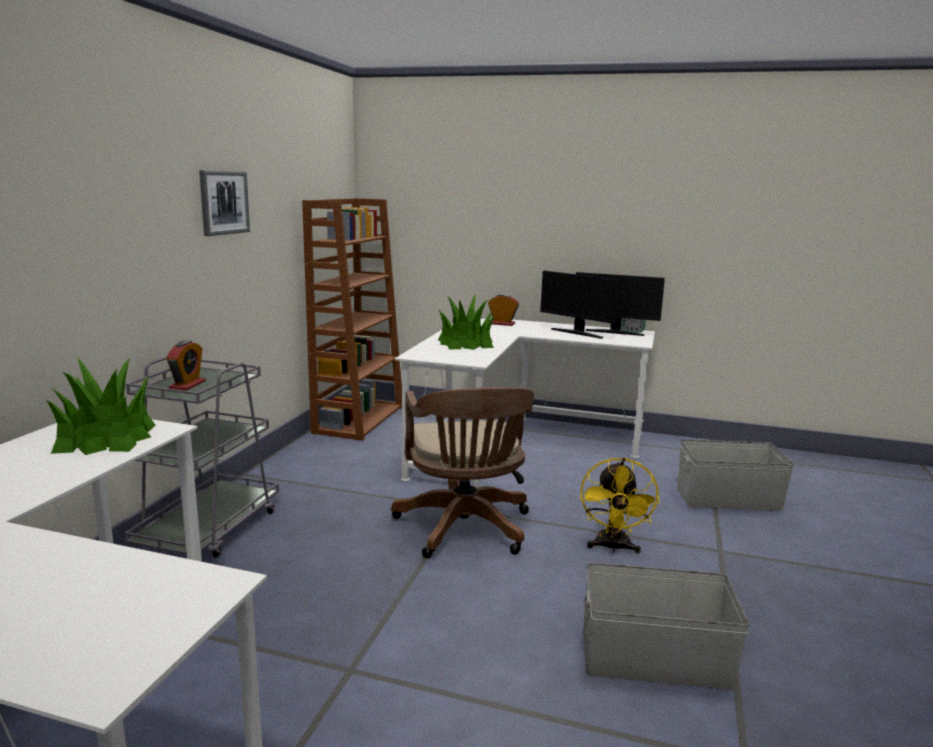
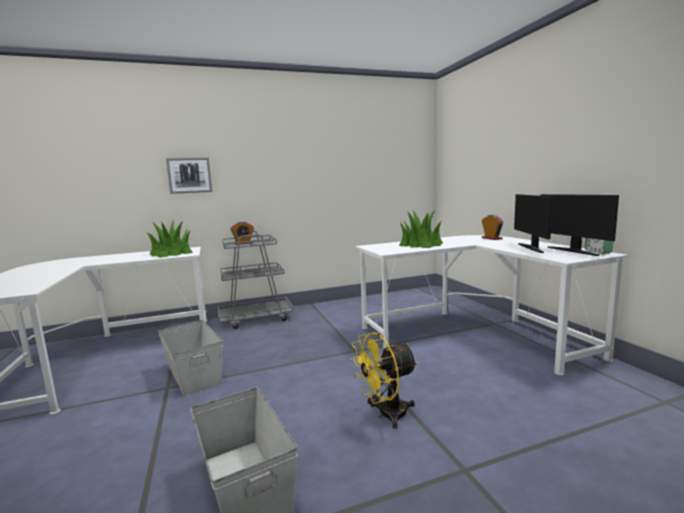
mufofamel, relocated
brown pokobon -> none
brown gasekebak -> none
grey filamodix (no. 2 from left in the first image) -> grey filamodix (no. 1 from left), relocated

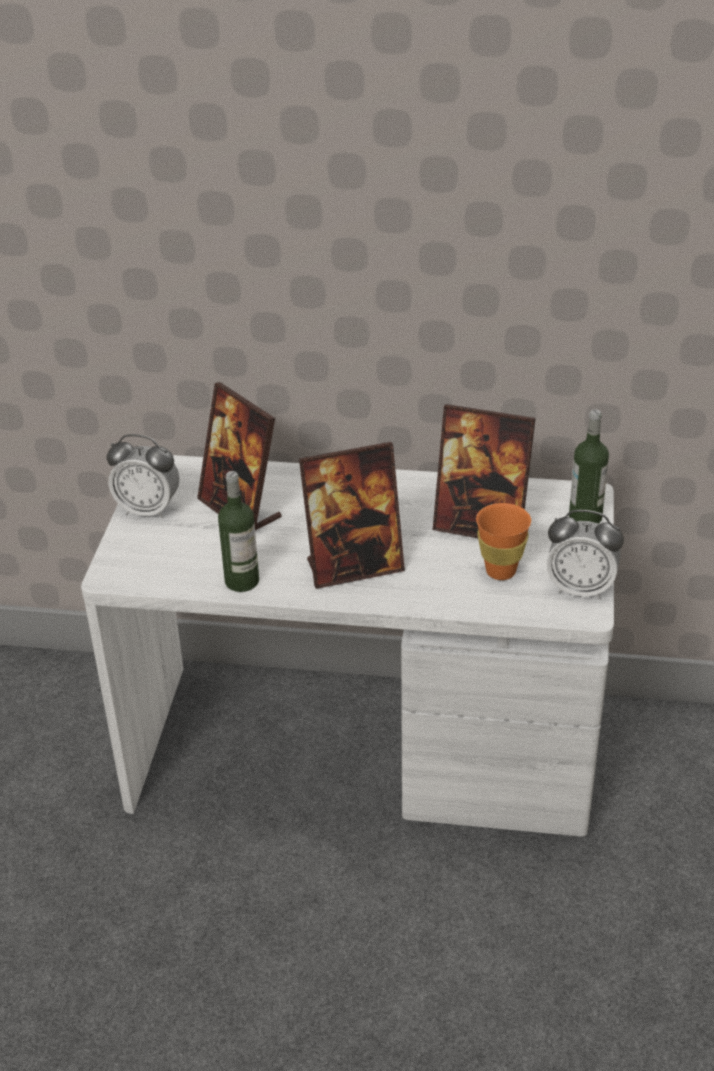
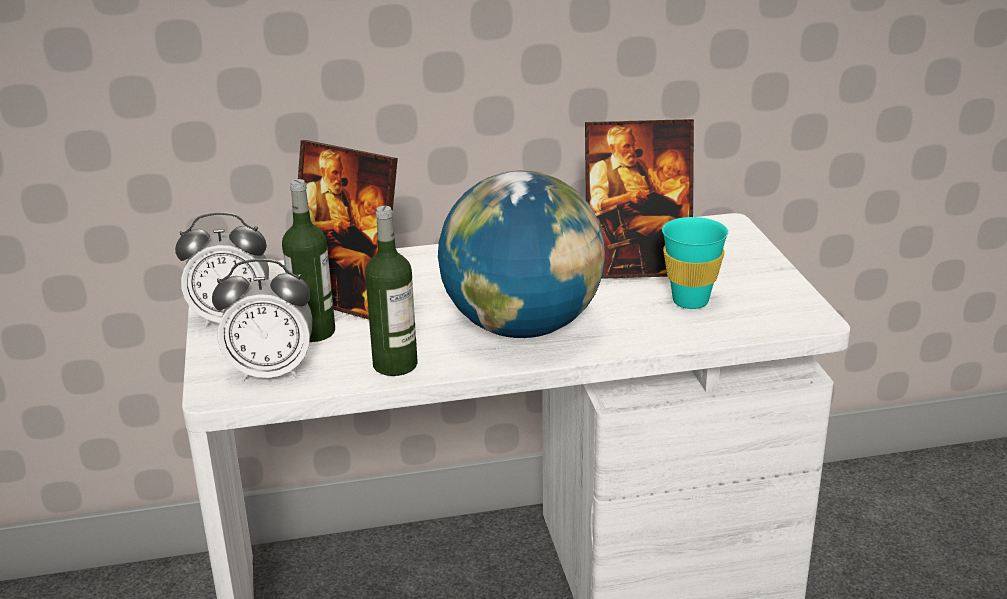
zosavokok (no. 2 from left in the first image) -> zosavokok (no. 1 from left), relocated
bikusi (no. 2 from left) -> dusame
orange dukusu -> turquoise dukusu
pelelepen (no. 2 from left), relocated

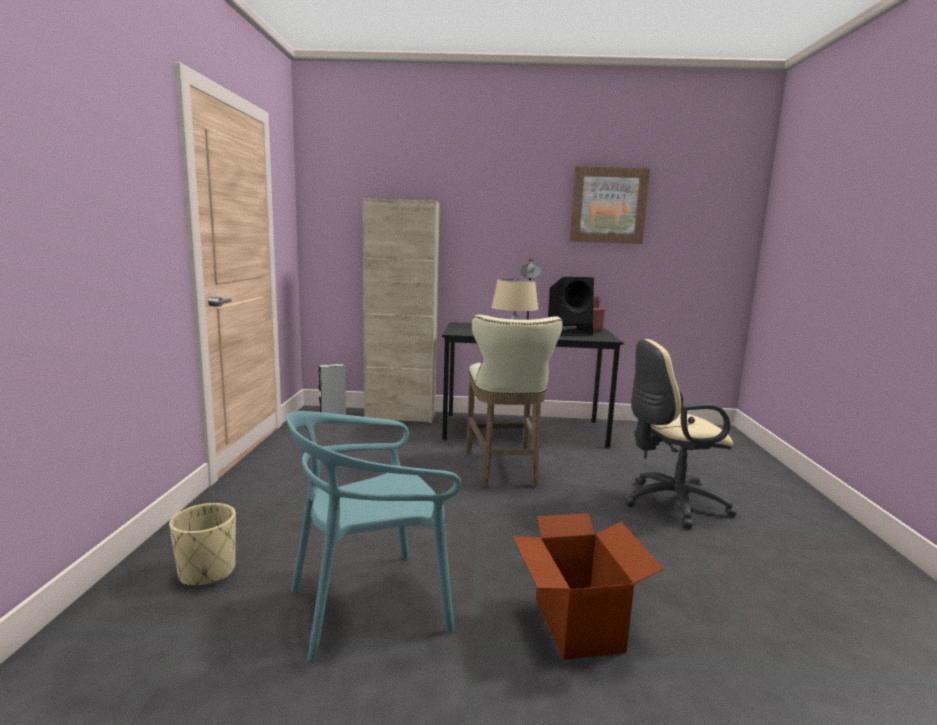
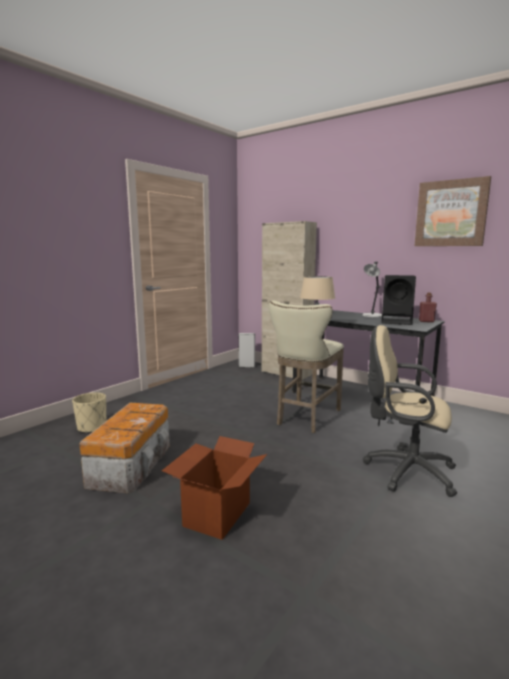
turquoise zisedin -> filamodix

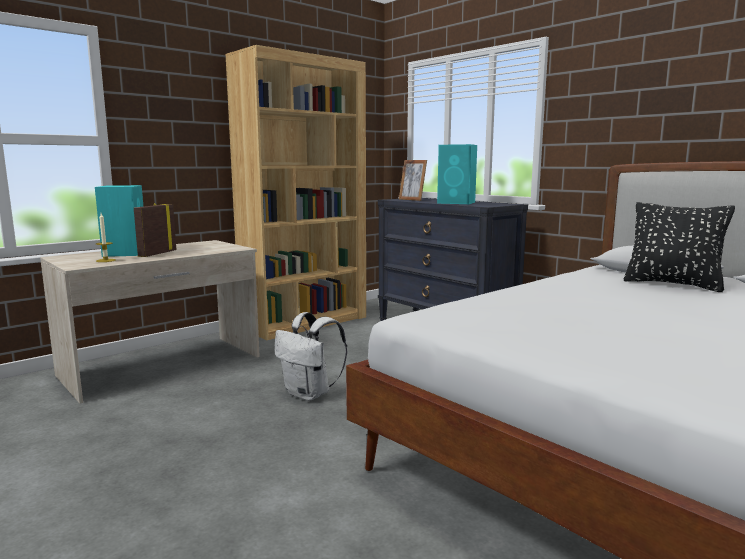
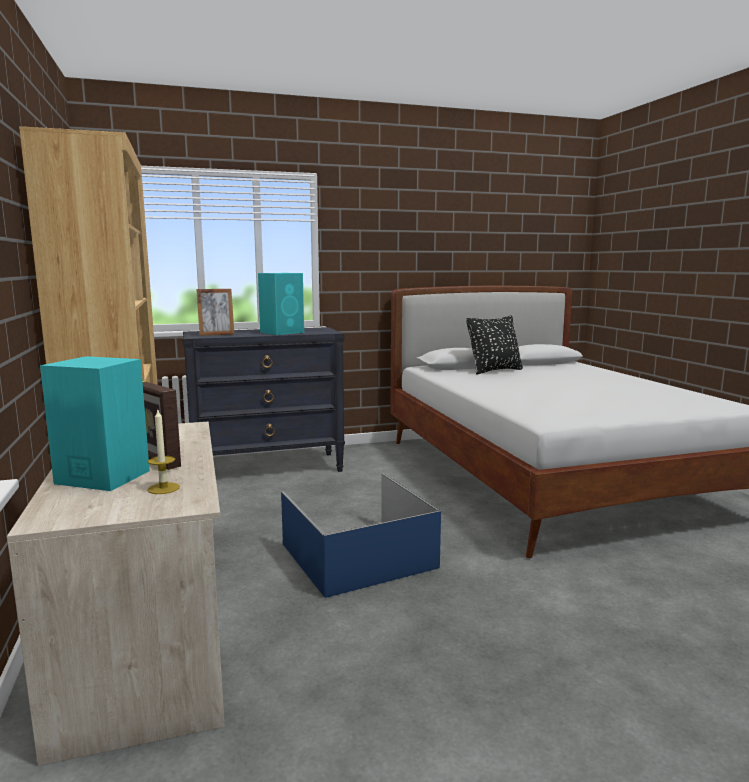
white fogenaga -> blue filamodix

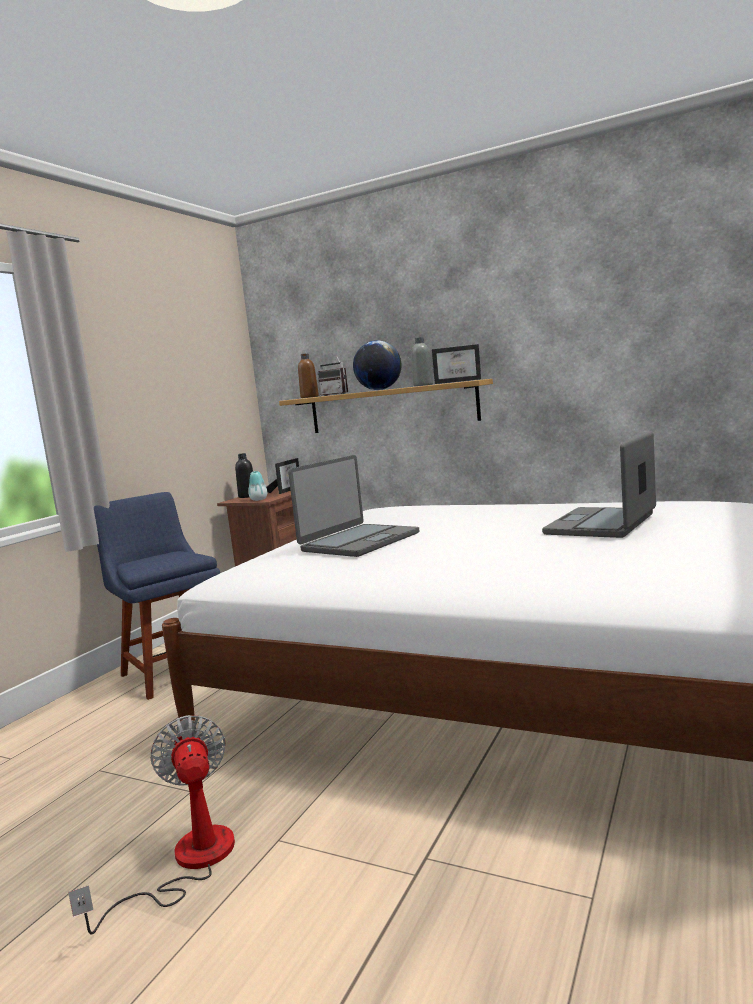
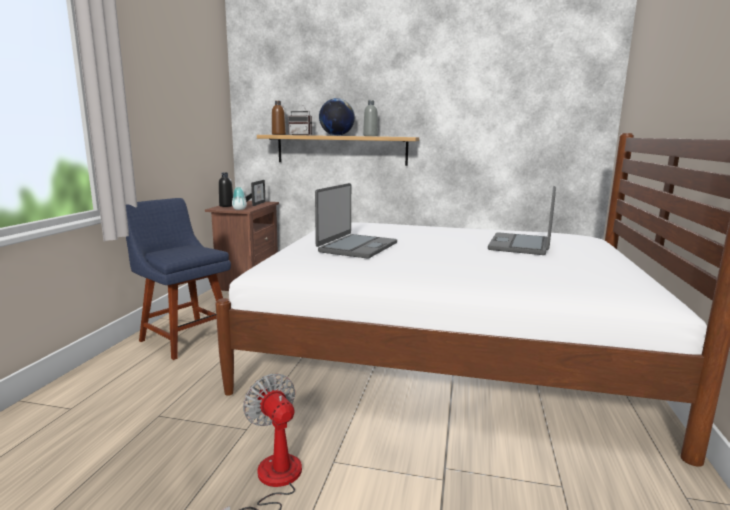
bikusi (no. 2 from left) -> none

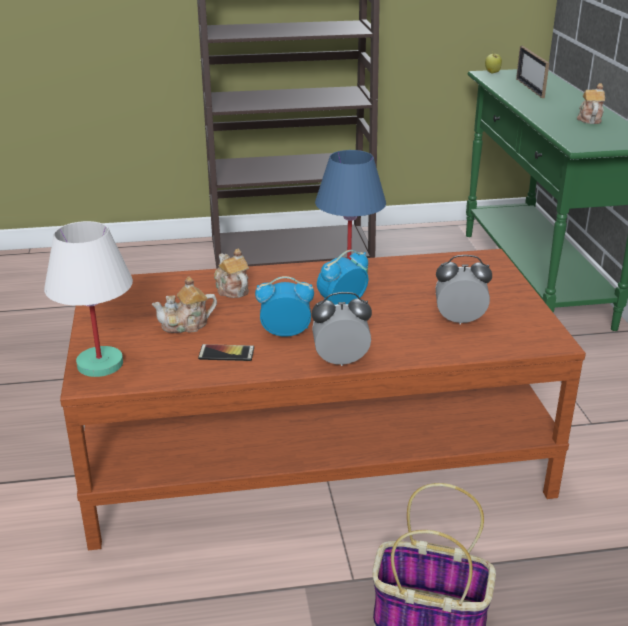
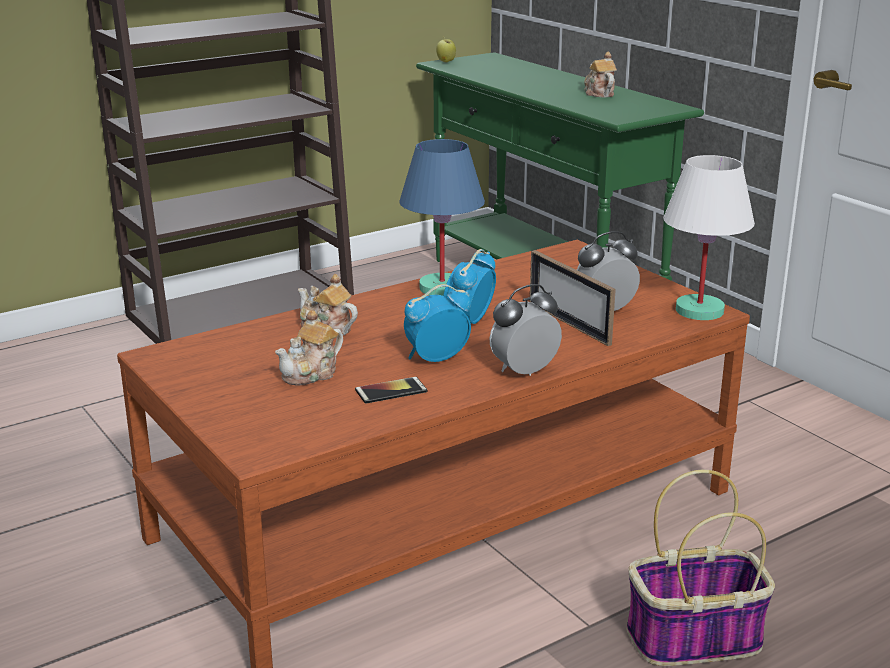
bikusi, relocated
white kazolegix, relocated

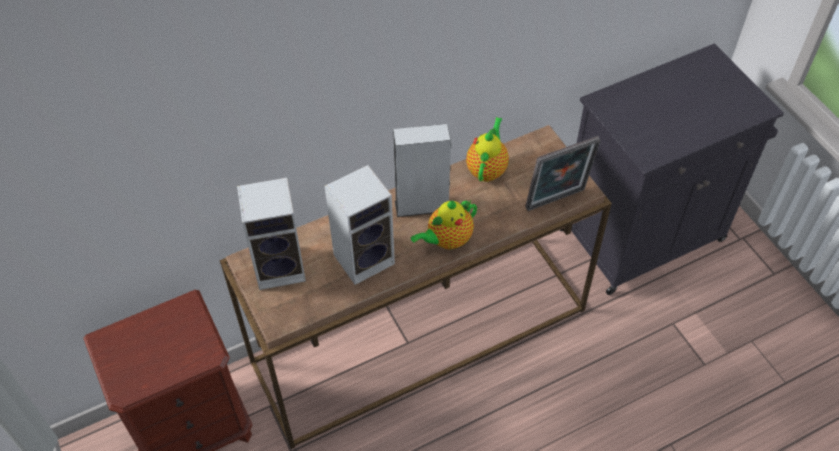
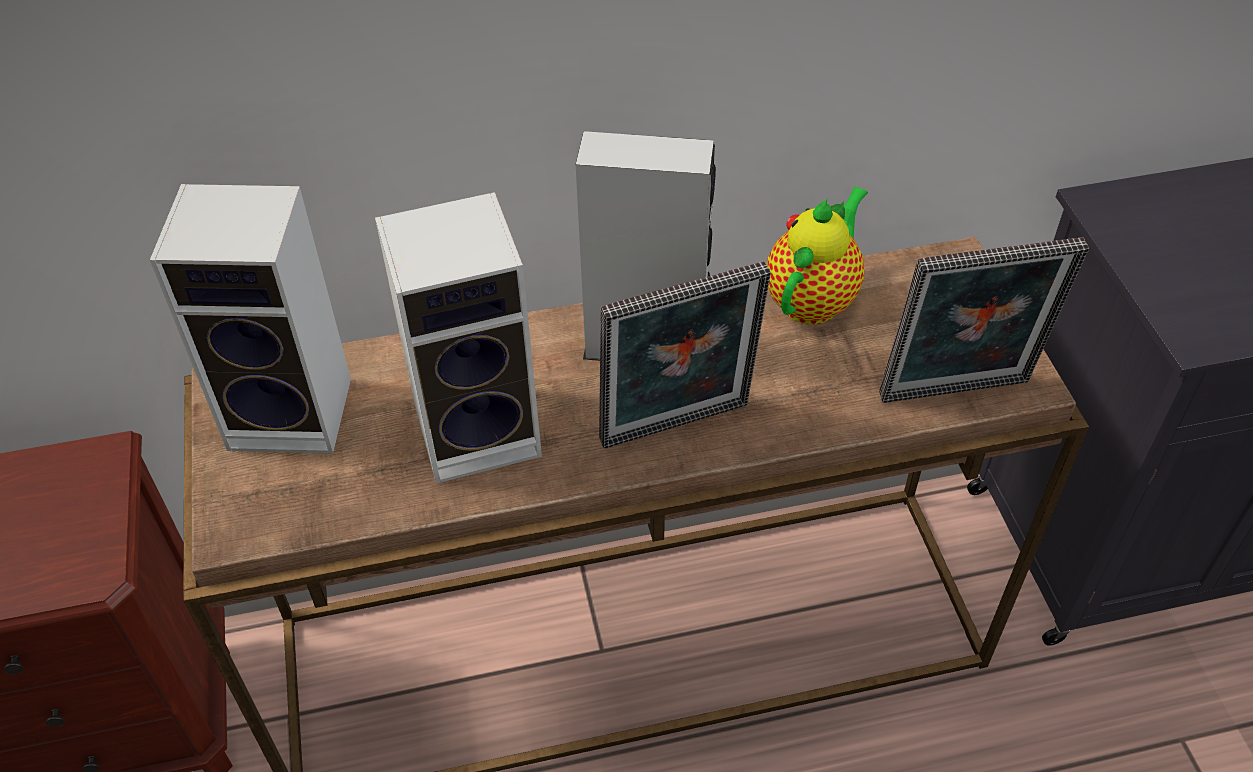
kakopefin (no. 1 from left) -> bikusi (no. 1 from left)

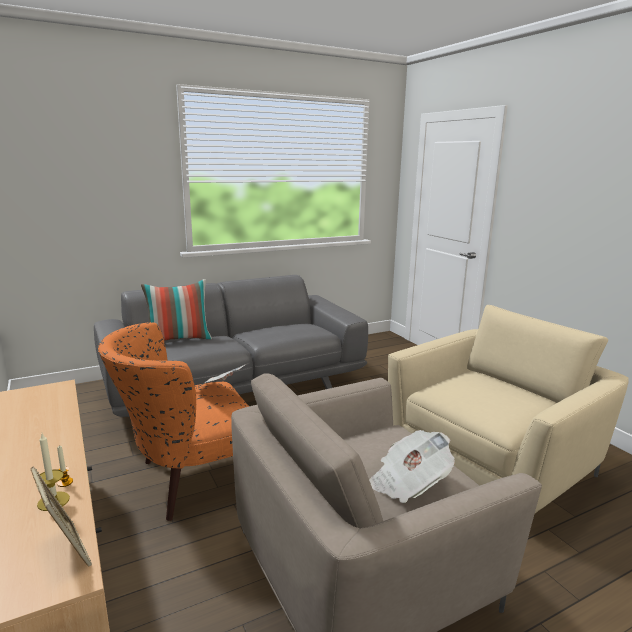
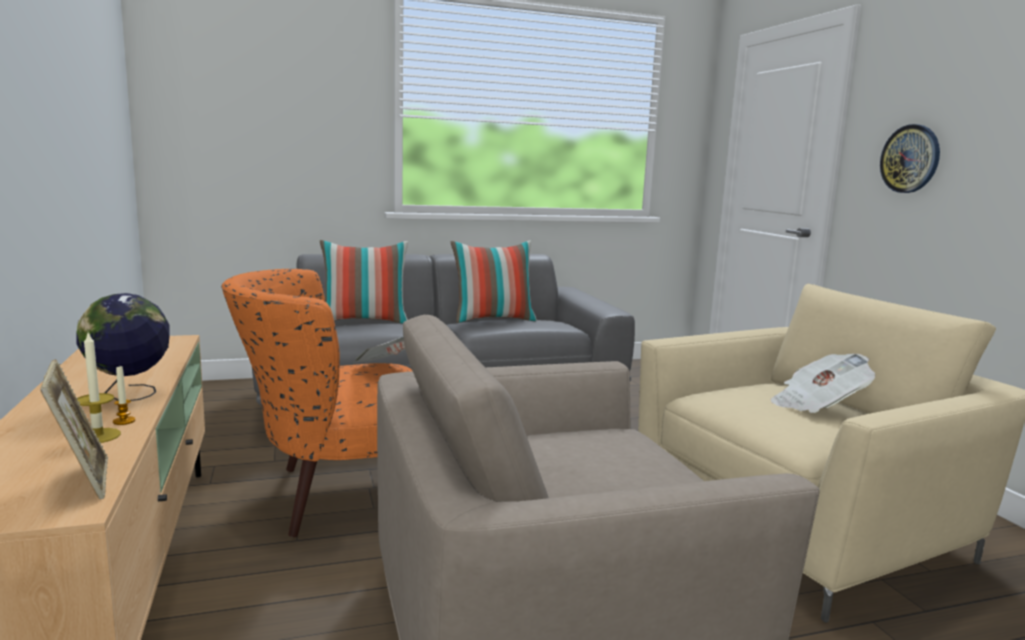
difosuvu (no. 2 from left), relocated
none -> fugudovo
none -> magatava (no. 2 from left)
none -> dusame

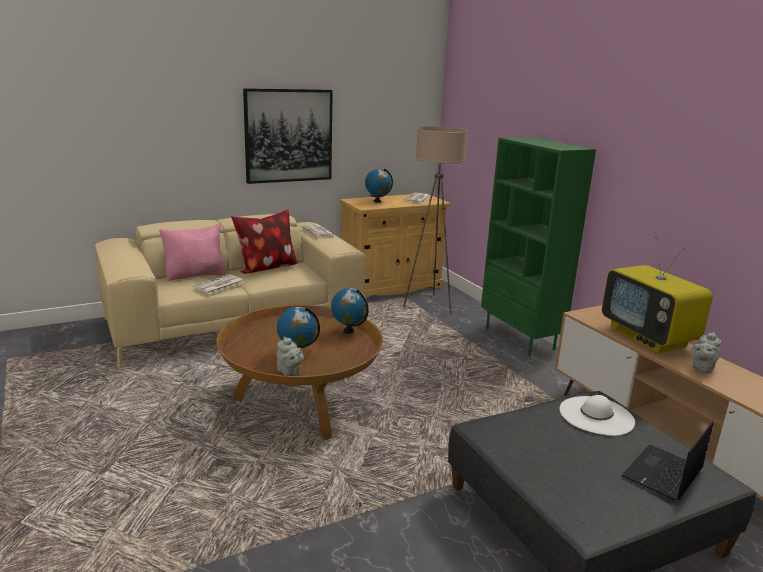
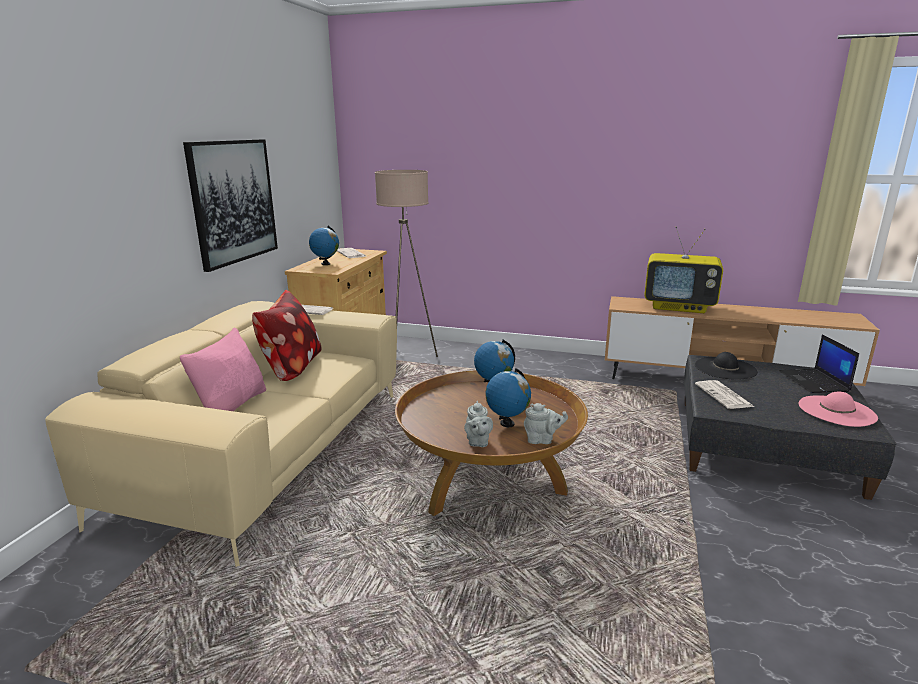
green pokobon -> none
difosuvu (no. 1 from left in the first image) -> difosuvu (no. 3 from left), relocated
grey kakopefin (no. 2 from left in the first image) -> grey kakopefin (no. 1 from left), relocated
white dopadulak -> black dopadulak
none -> pink dopadulak

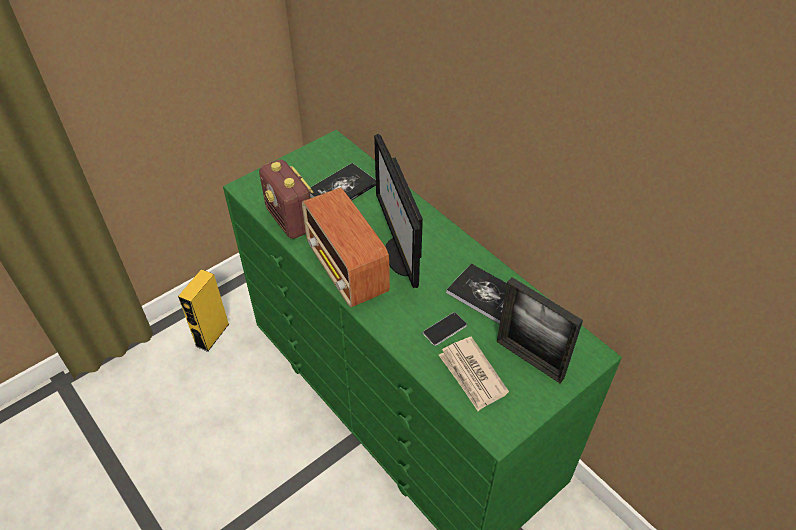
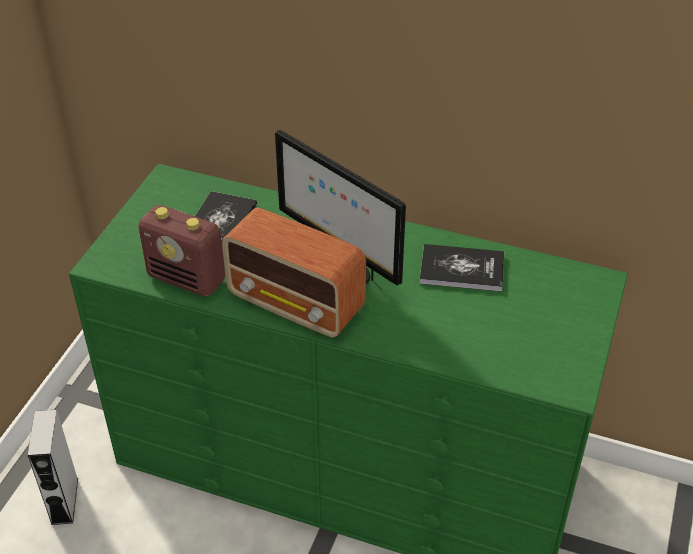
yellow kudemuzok -> grey kudemuzok
bikusi -> none
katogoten -> none
difosuvu -> none

